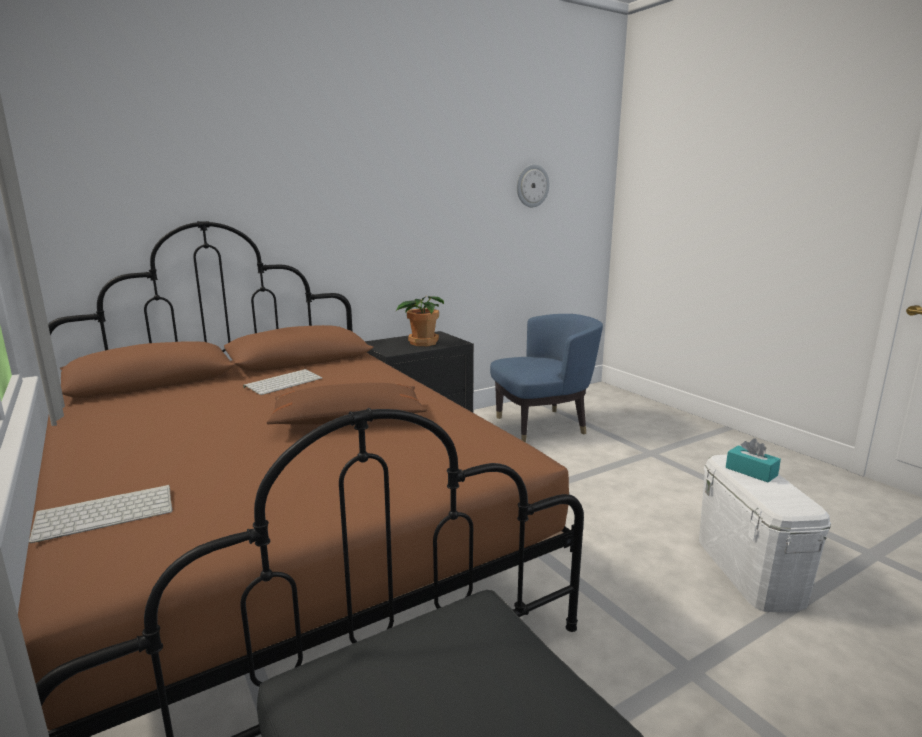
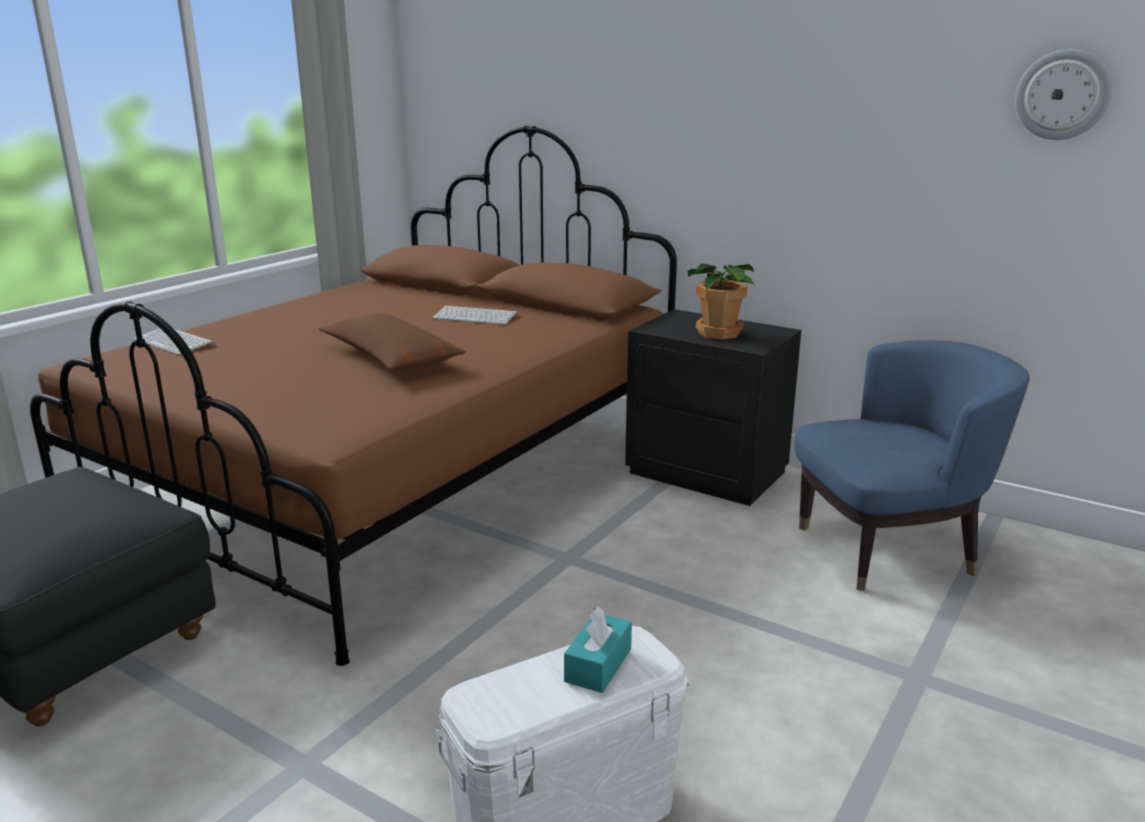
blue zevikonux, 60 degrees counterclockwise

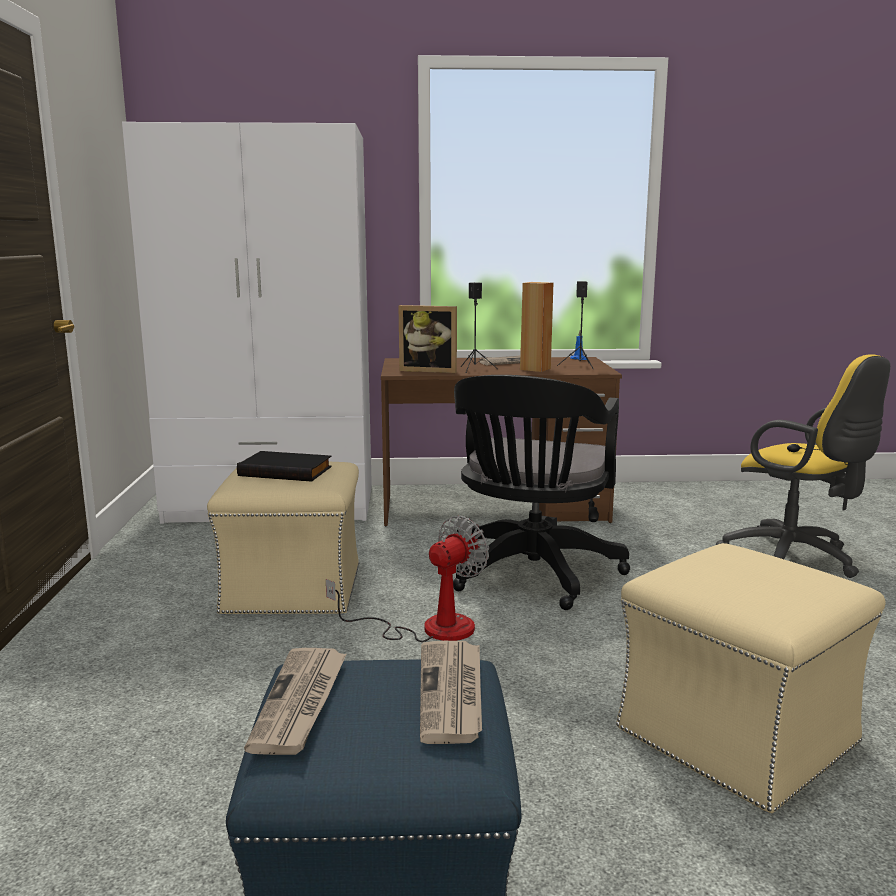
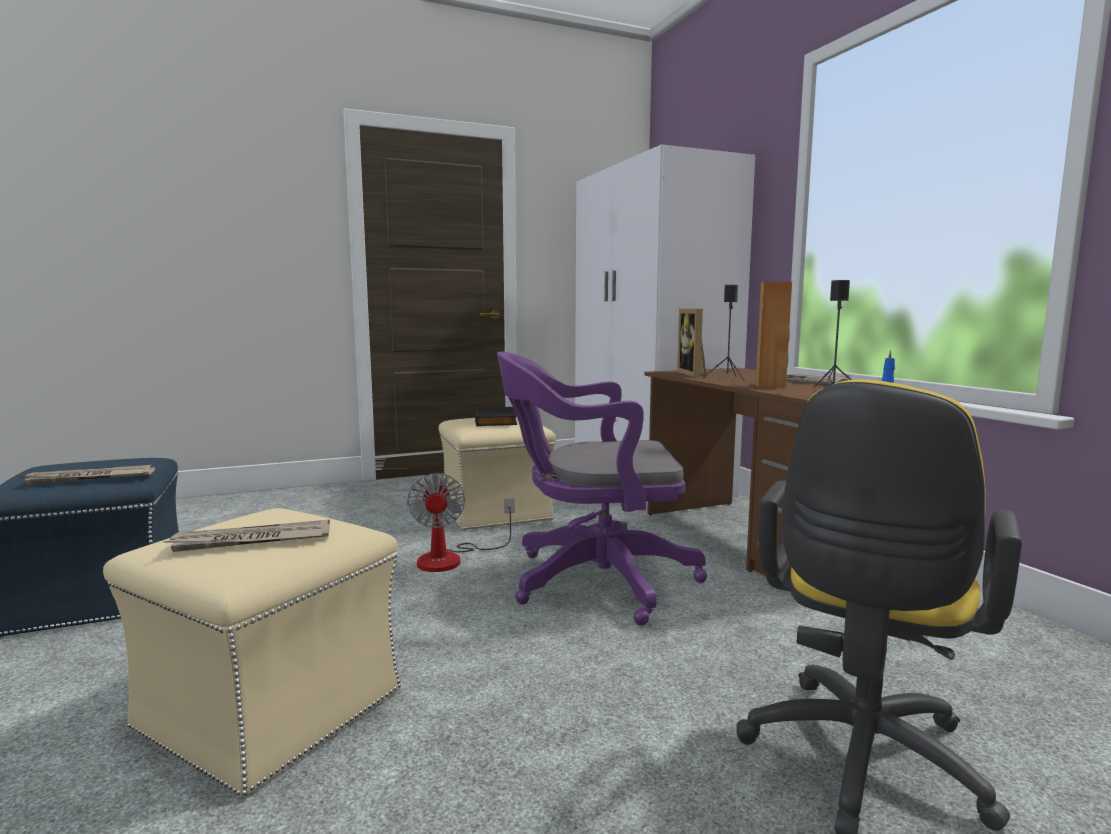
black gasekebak -> purple gasekebak
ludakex, 60 degrees clockwise
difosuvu (no. 1 from left in the first image) -> difosuvu (no. 2 from left), relocated

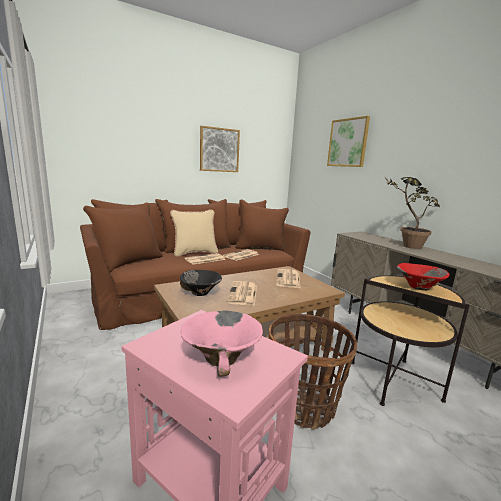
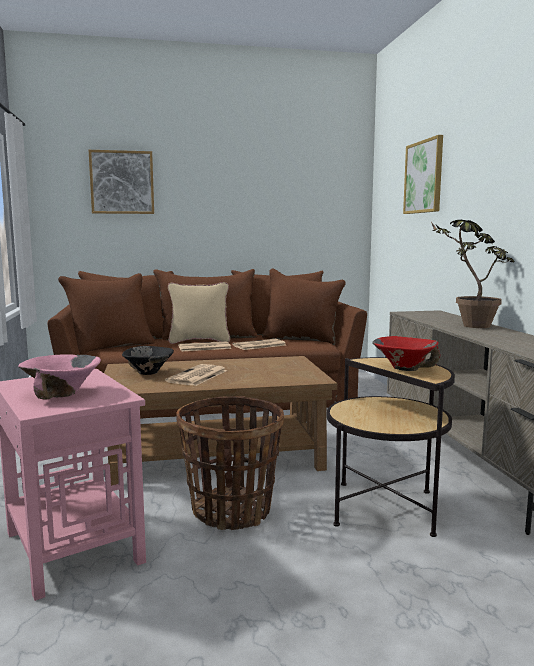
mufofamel (no. 1 from left), relocated
difosuvu (no. 4 from left) -> none

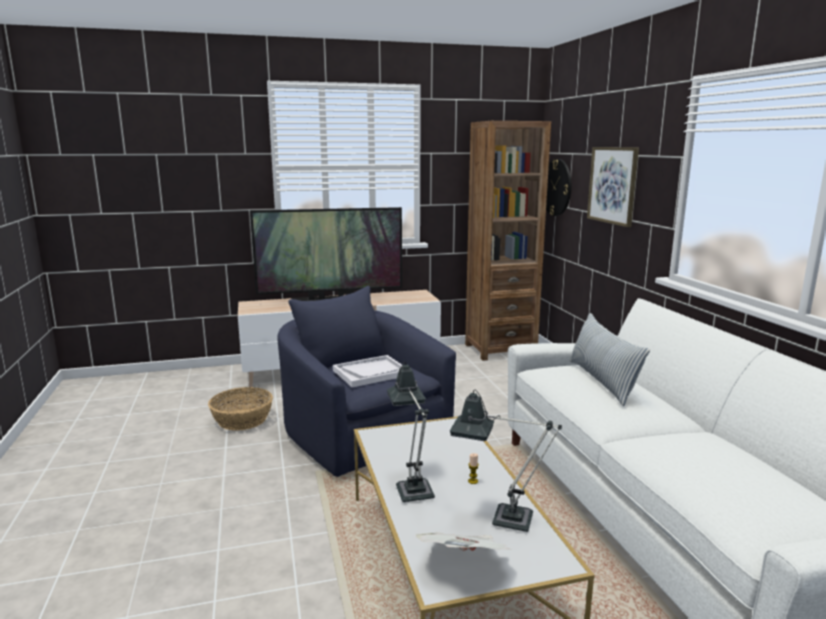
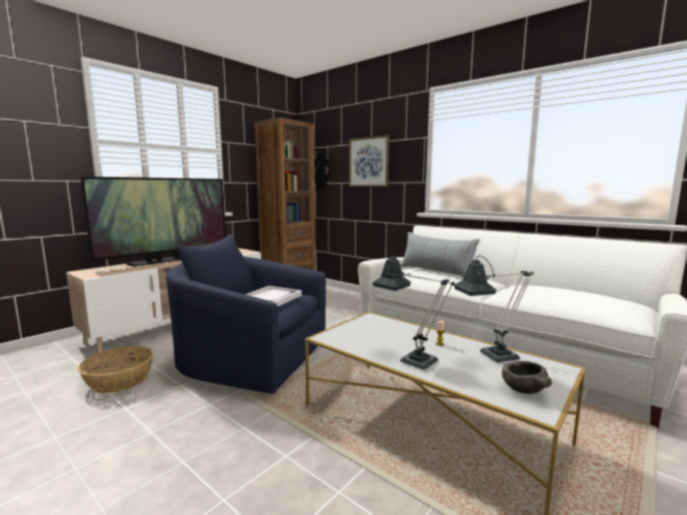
difosuvu -> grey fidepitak

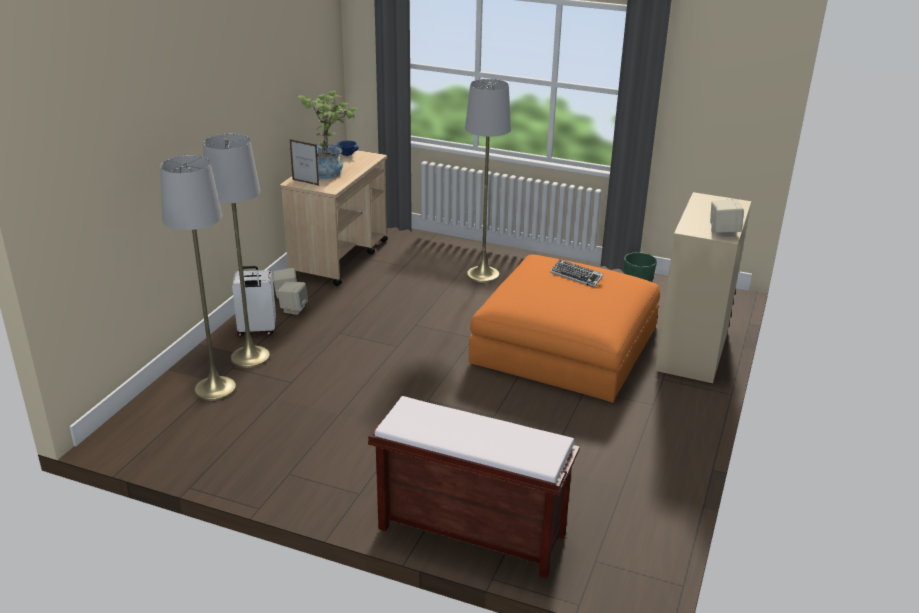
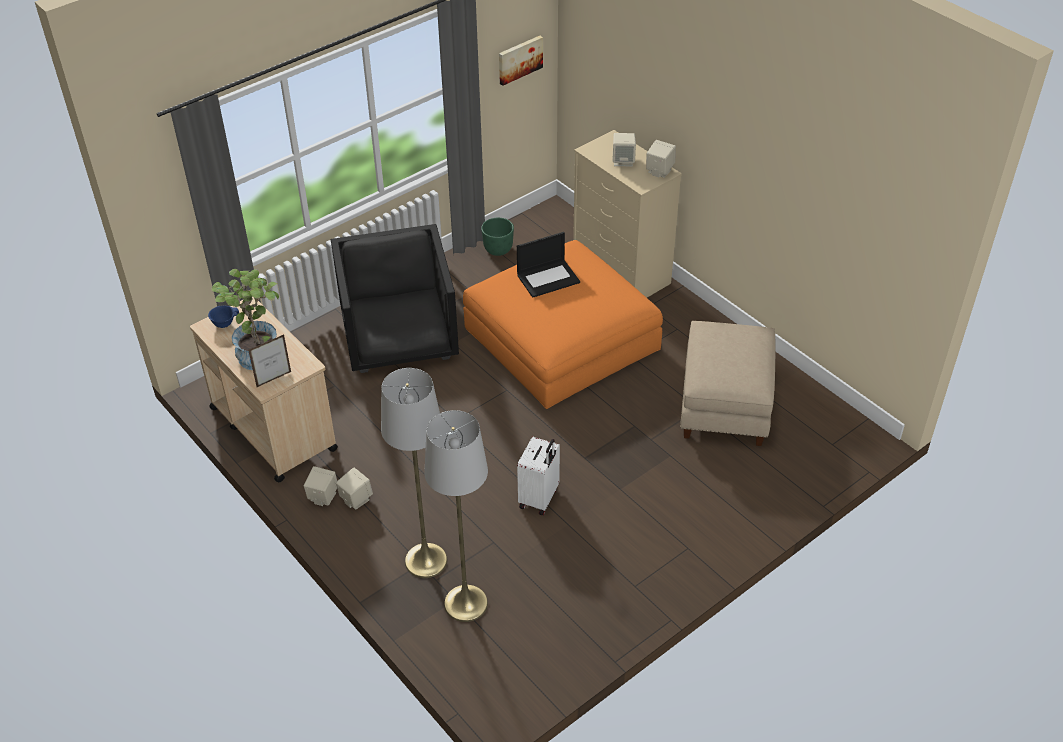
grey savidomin (no. 3 from left) -> black zevikonux
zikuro -> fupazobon
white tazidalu, relocated
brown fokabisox -> none
none -> mufofamel
none -> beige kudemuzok (no. 3 from left)
none -> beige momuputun

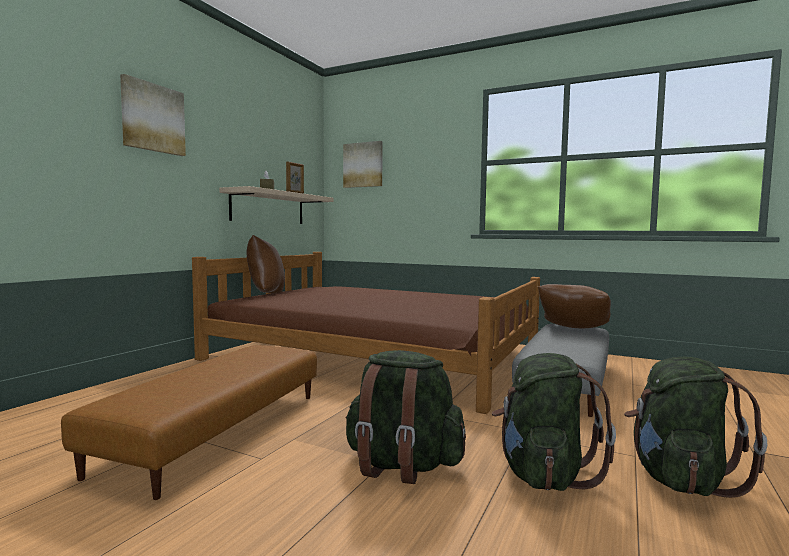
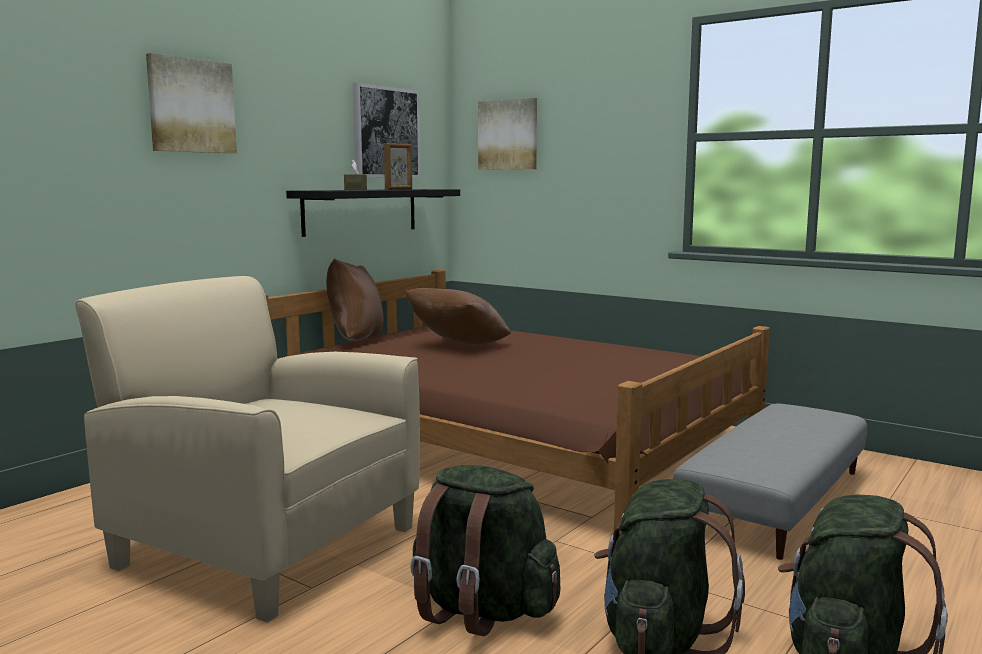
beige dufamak -> black dufamak
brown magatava (no. 2 from left), relocated
brown momuputun -> beige zevikonux
none -> mufofamel (no. 2 from left)

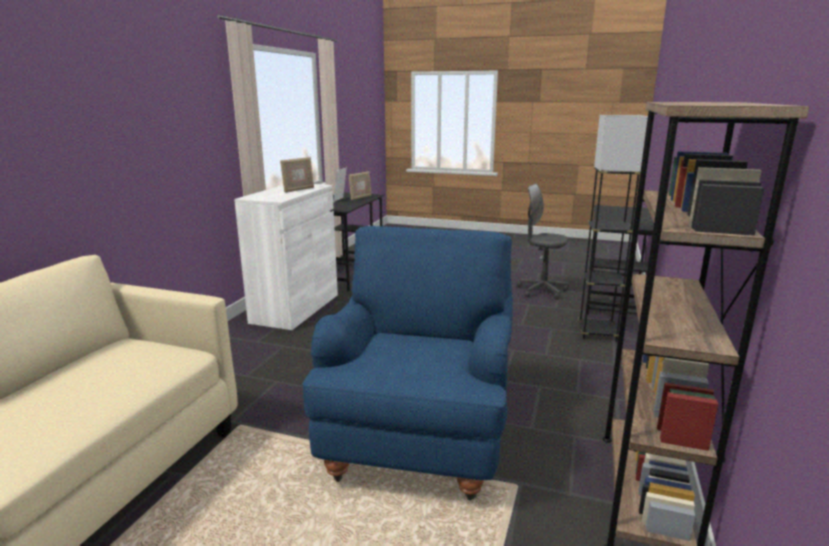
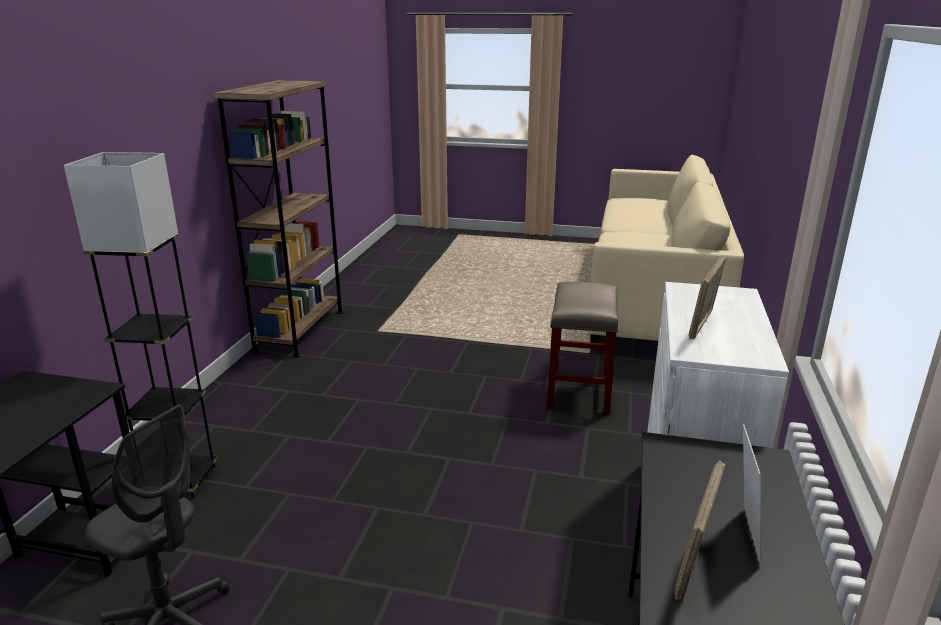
blue zevikonux -> none
none -> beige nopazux

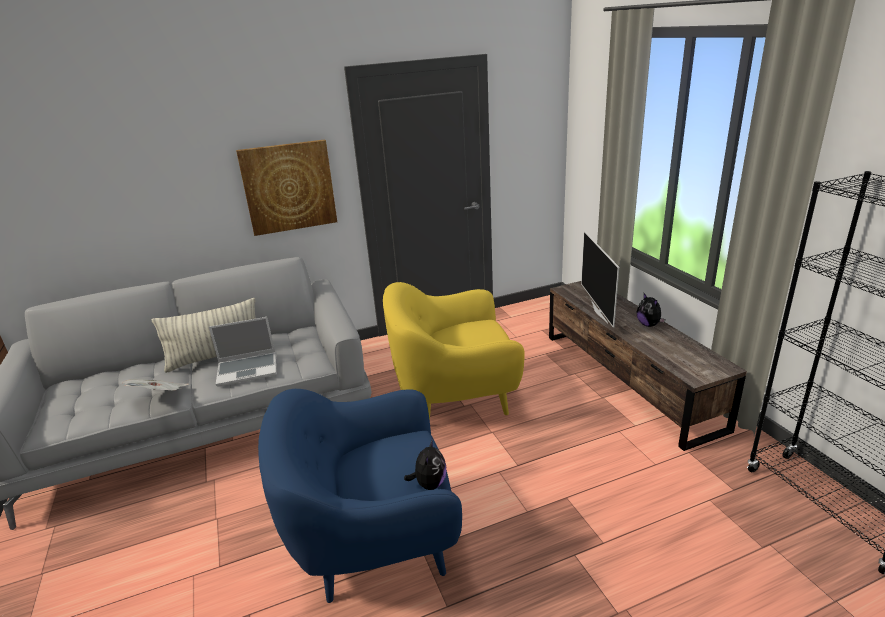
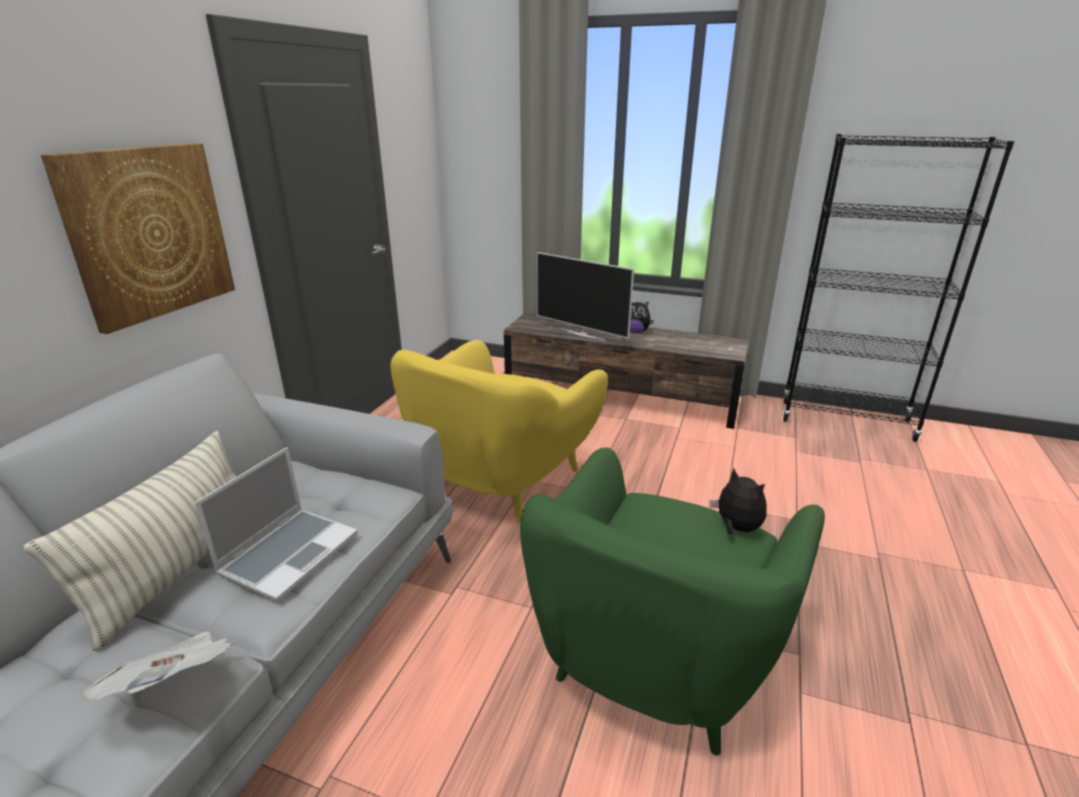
blue zevikonux -> green zevikonux

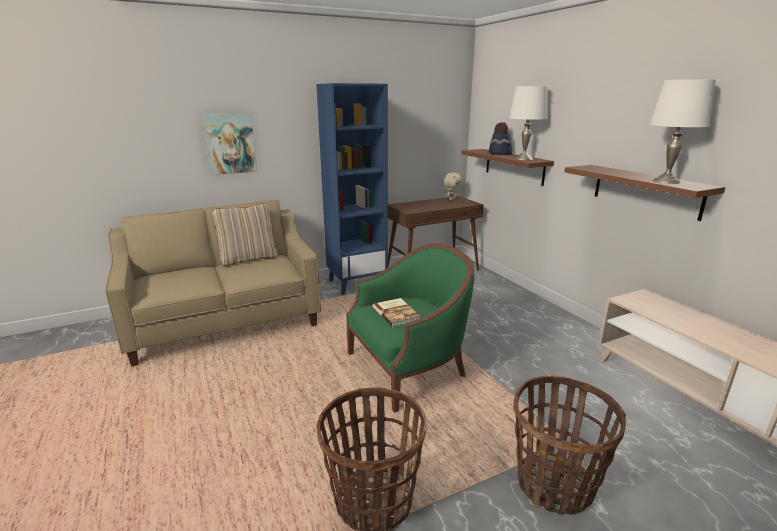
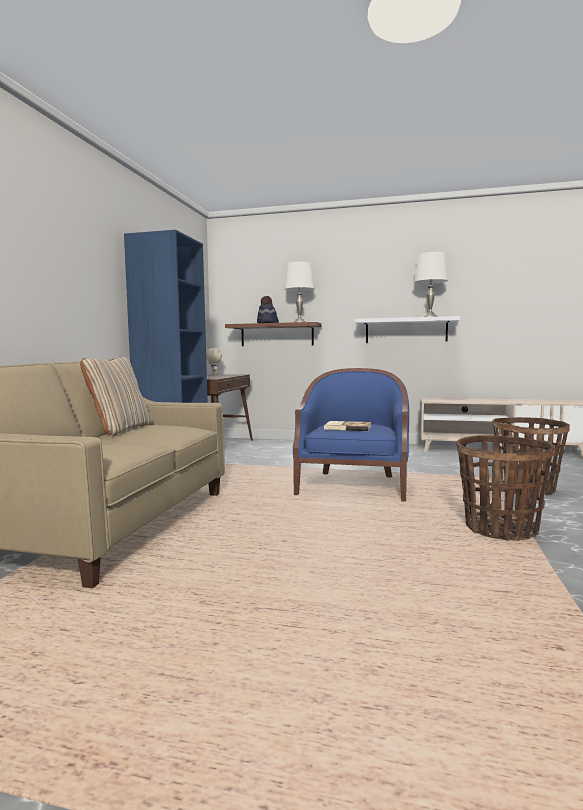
mufofamel -> none
brown dufamak (no. 2 from left) -> white dufamak
green zevikonux -> blue zevikonux

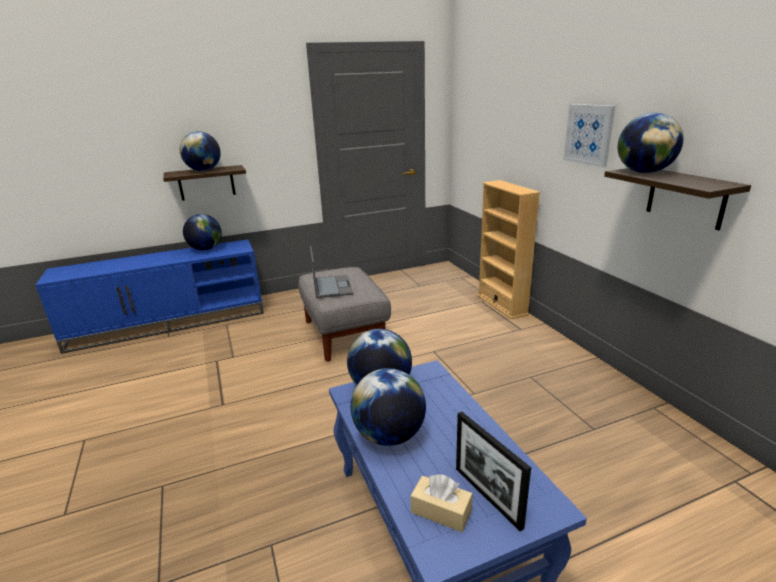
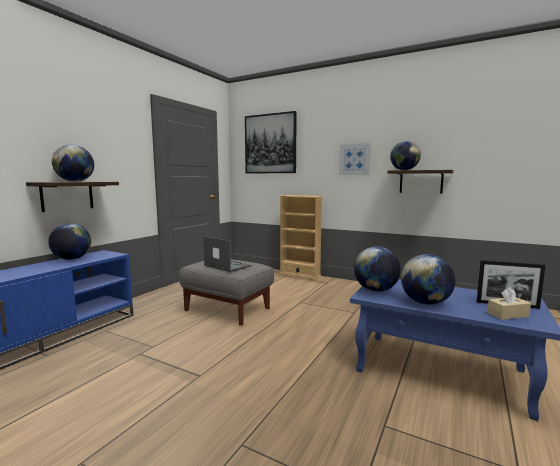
none -> mufofamel (no. 1 from left)

